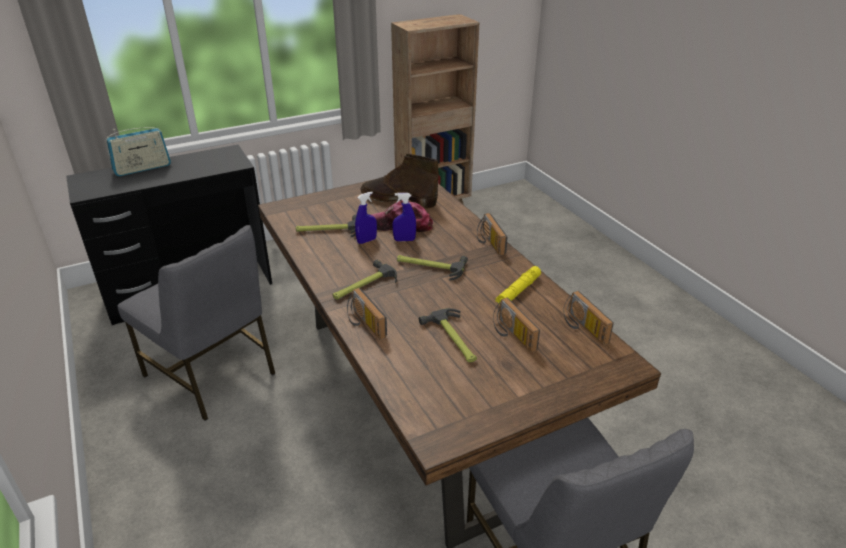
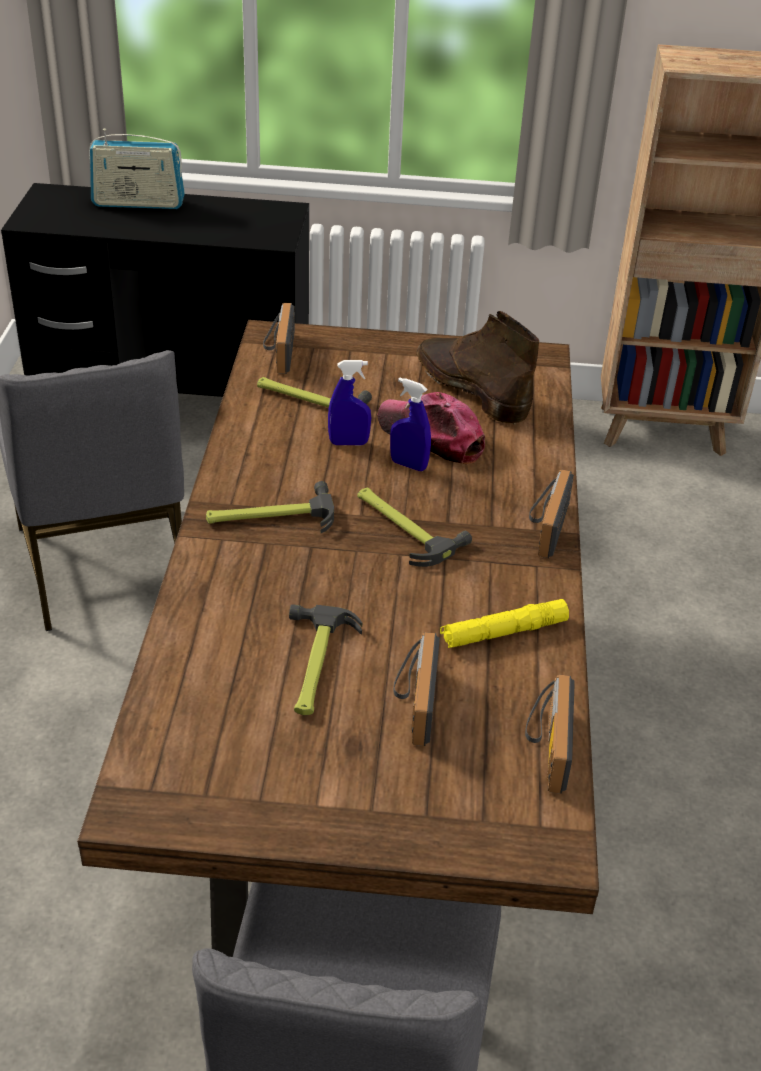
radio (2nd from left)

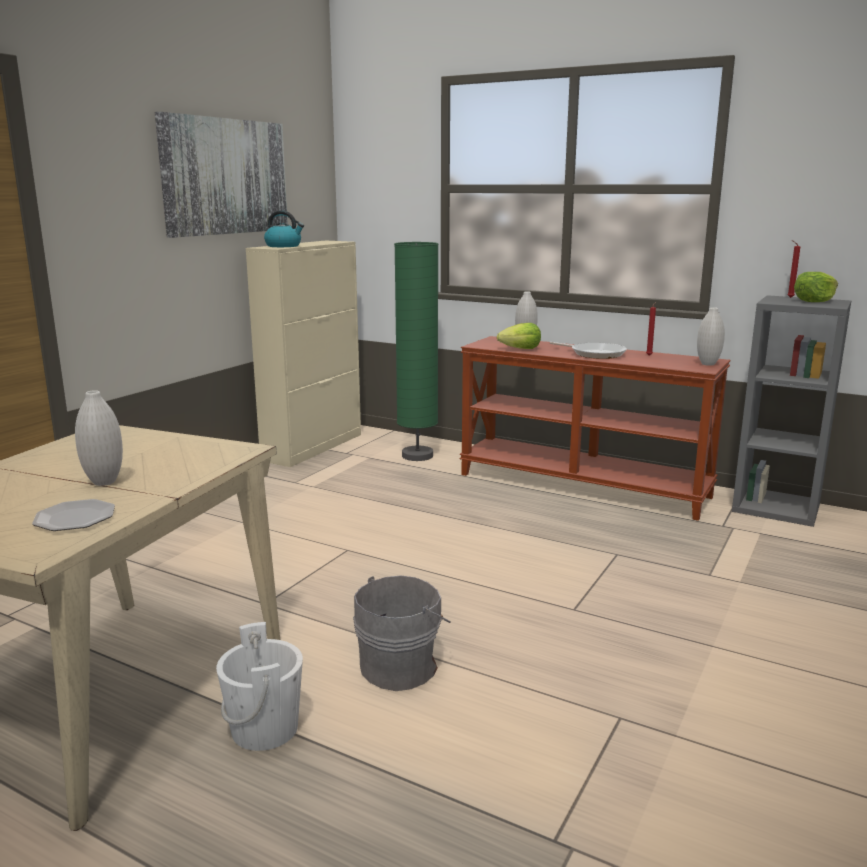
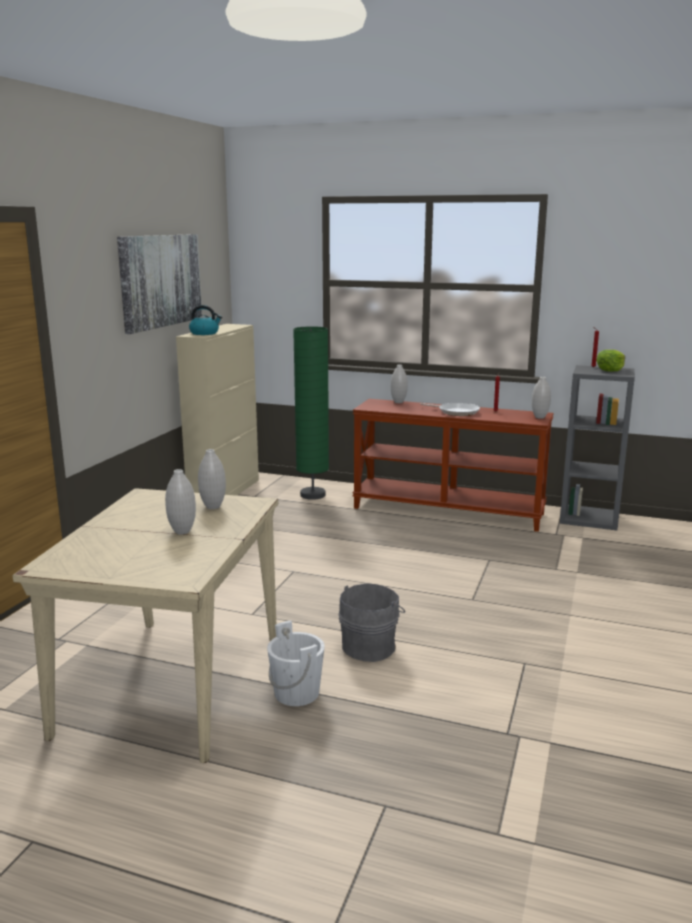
white_vase (2nd from left); plate; lettuce (1st from left in the first image)

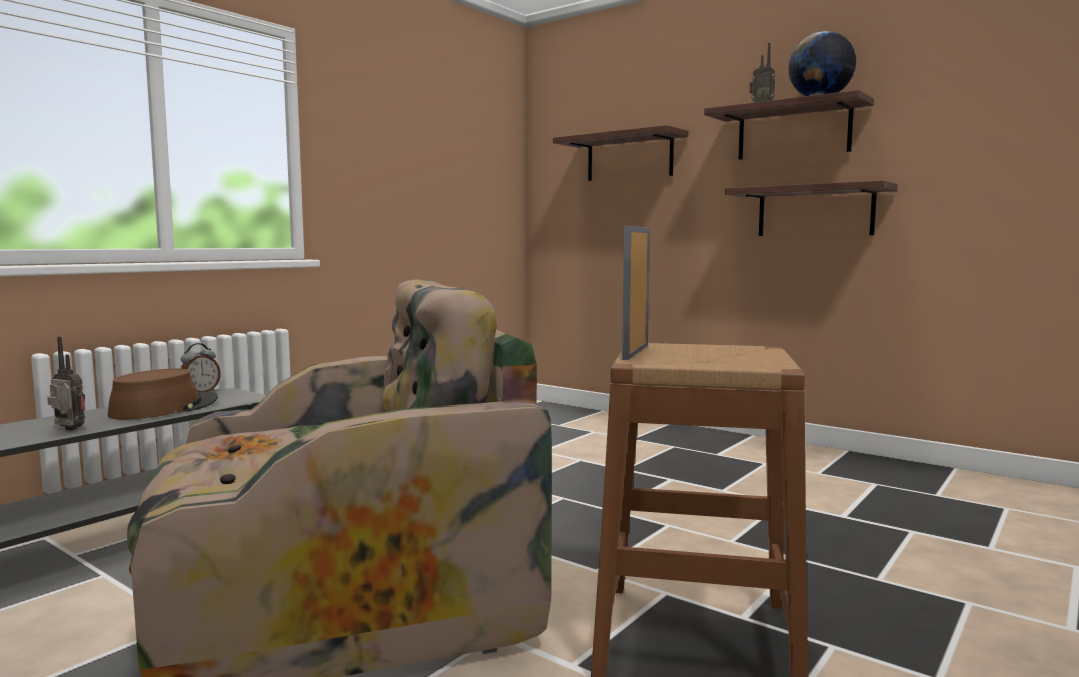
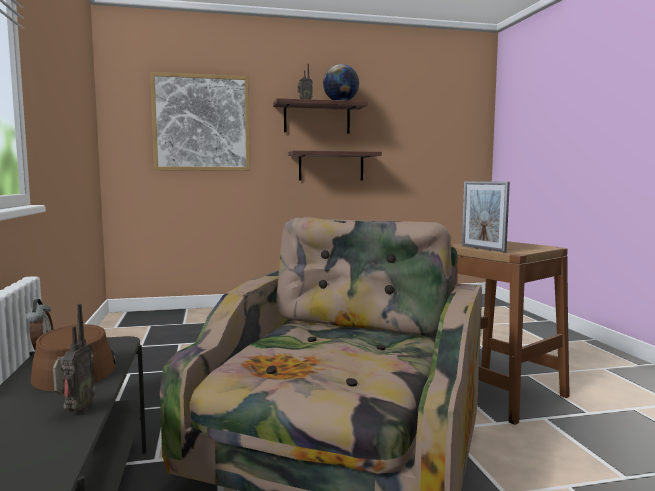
radio (1st from left); picture

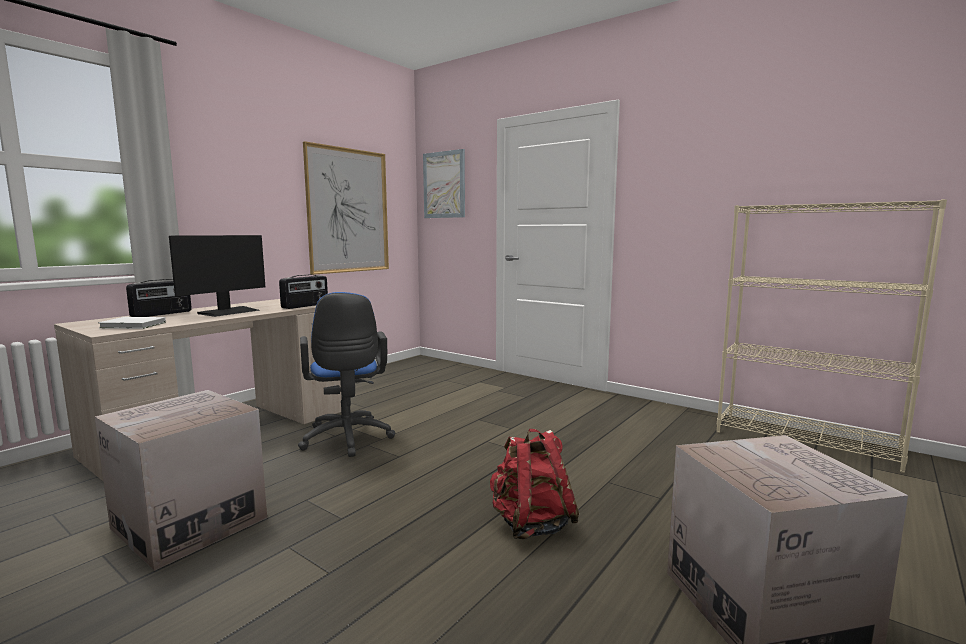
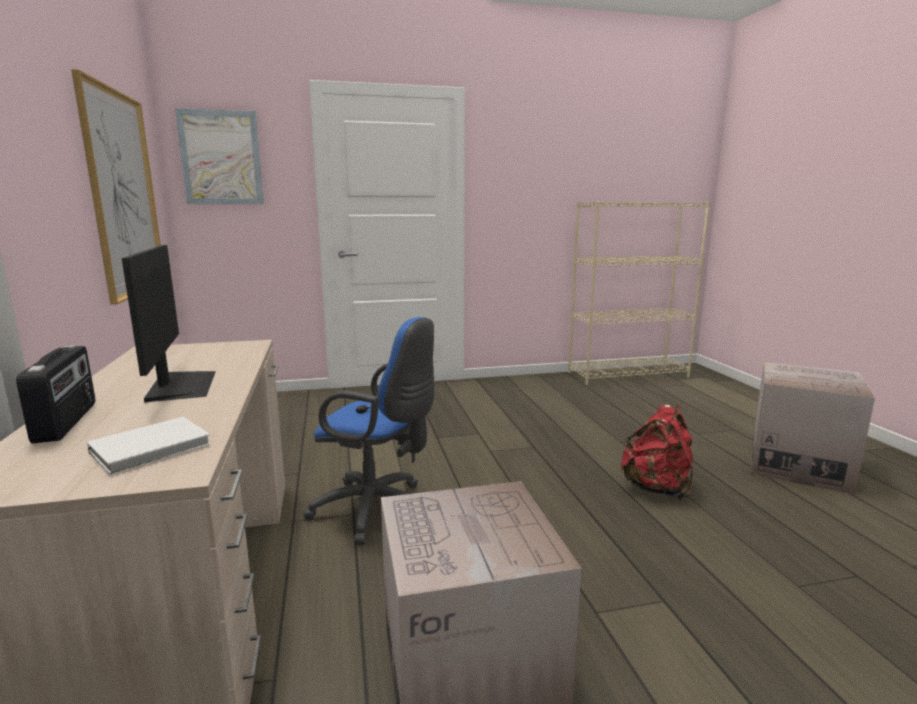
radio (2nd from left in the first image)

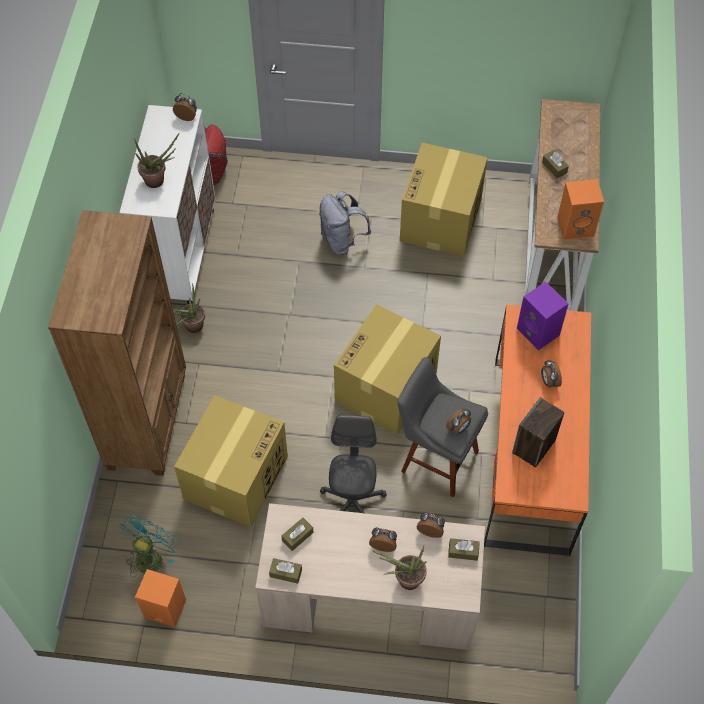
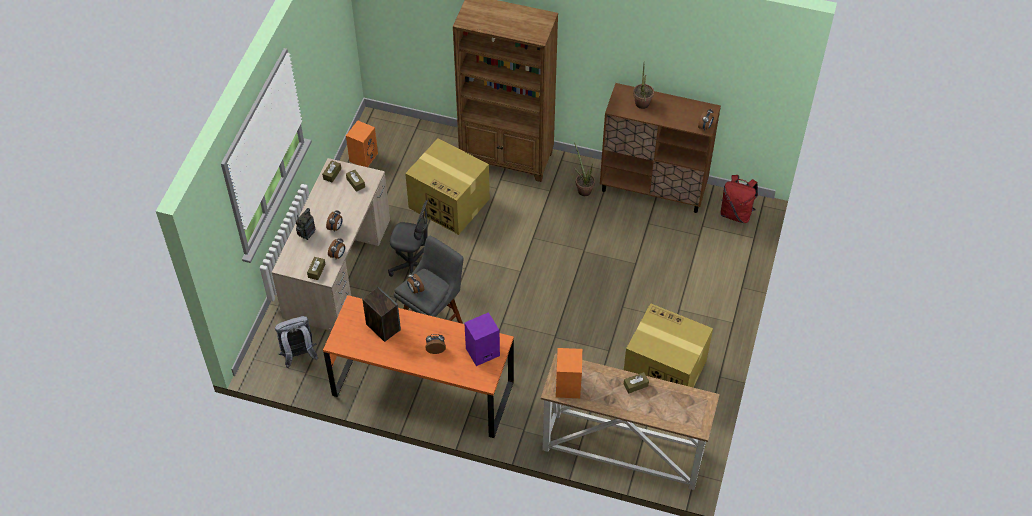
grey_backpack; radio; brown_cabinet; turquoise_fan; cardboard_box (2nd from left in the first image)

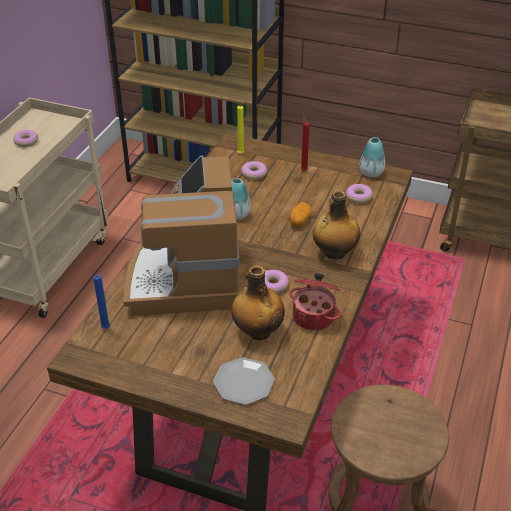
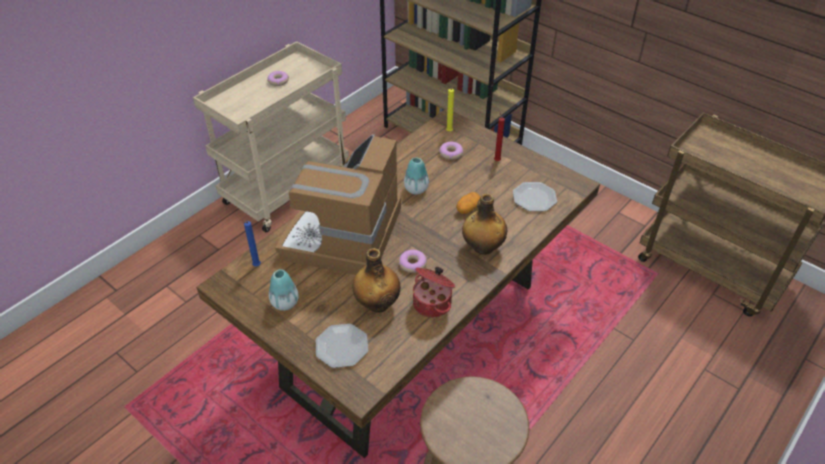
vase (1st from left); plate (2nd from left)

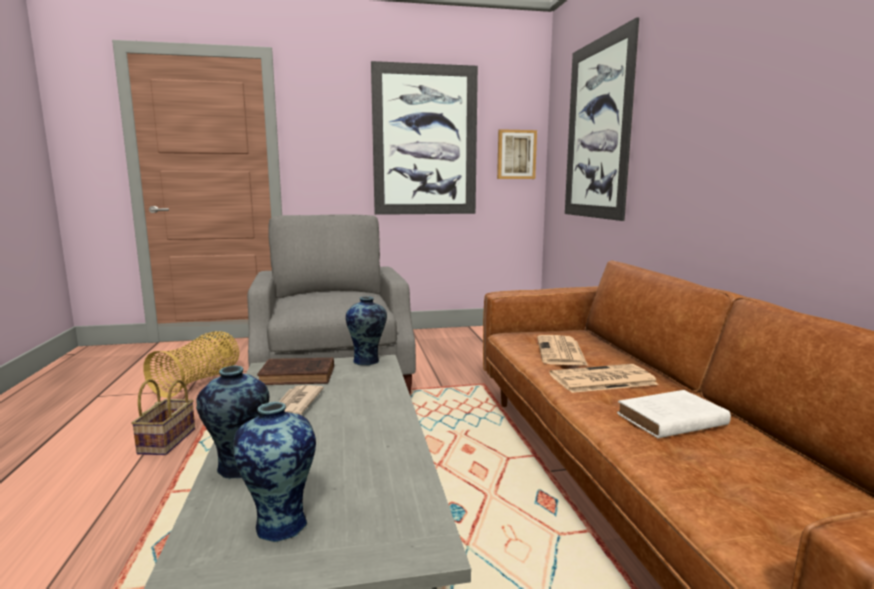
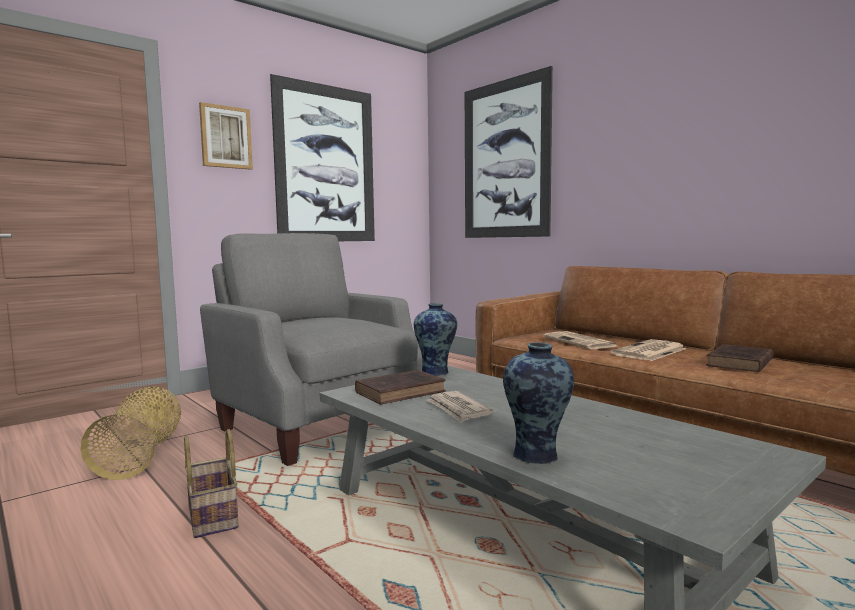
picture (1st from left); brown_book (2nd from left); vase (2nd from left in the first image)

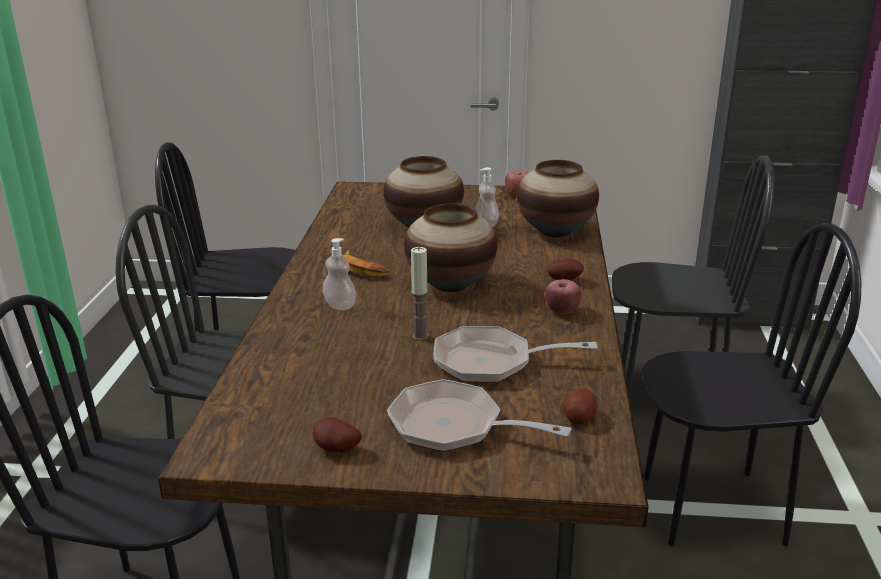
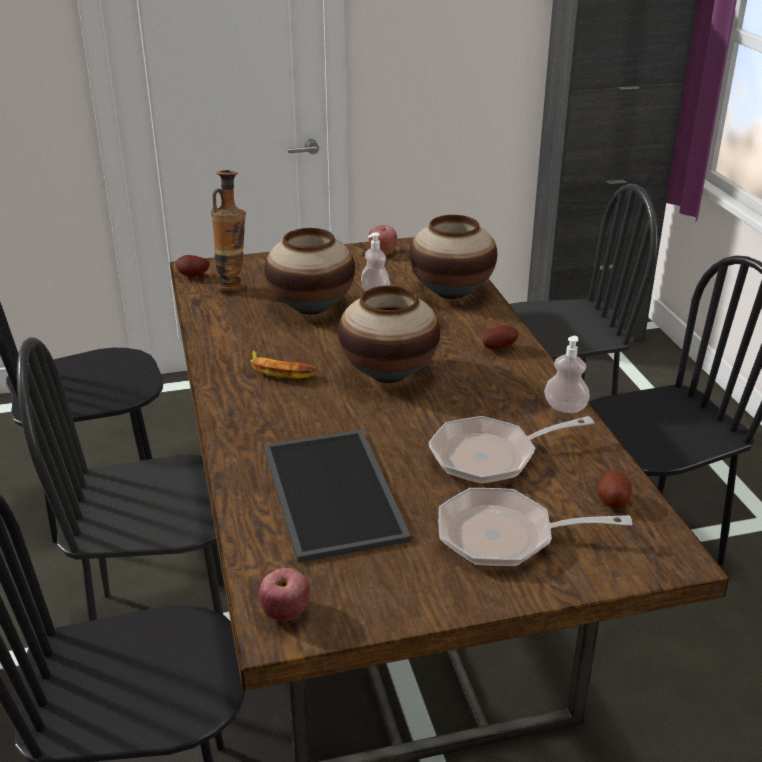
potato (1st from left); vase (1st from left); apple (1st from left); tray; soap_dispenser (2nd from left); candle

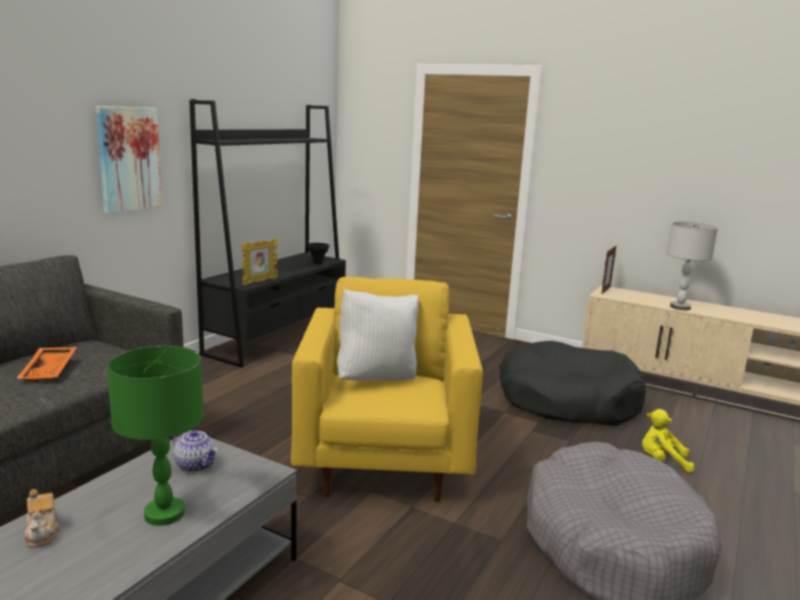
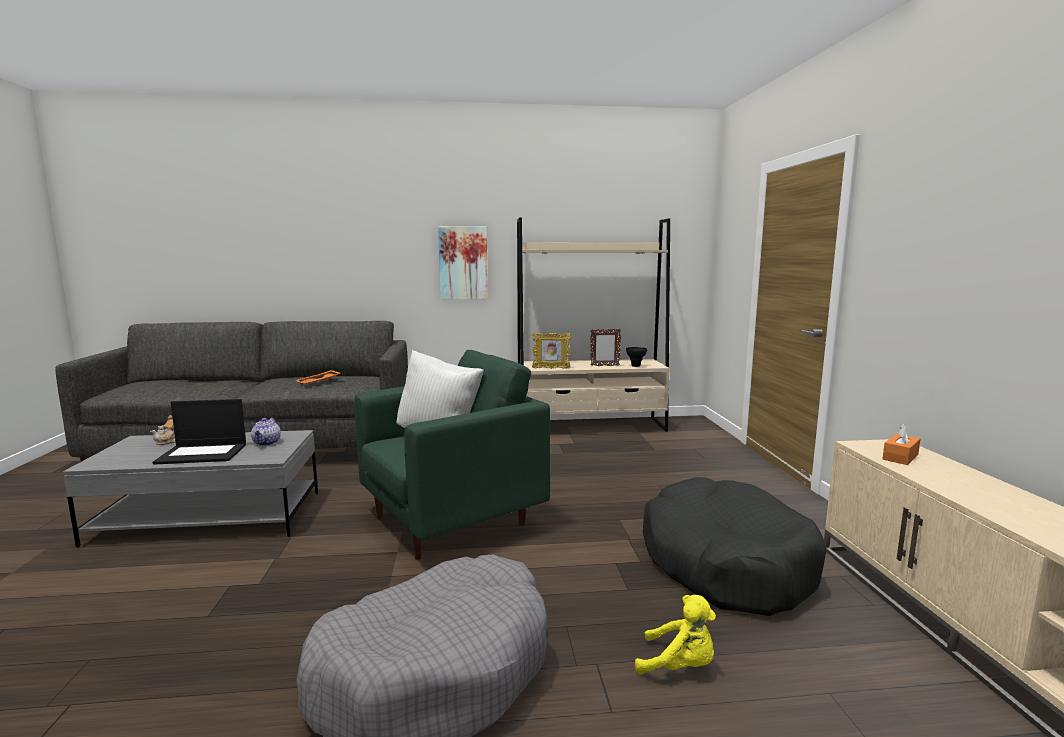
laptop; green_armchair; beige_bookcase; picture_frame (2nd from left); yellow_plush_toy; orange_tissue_box; grey_table_lamp

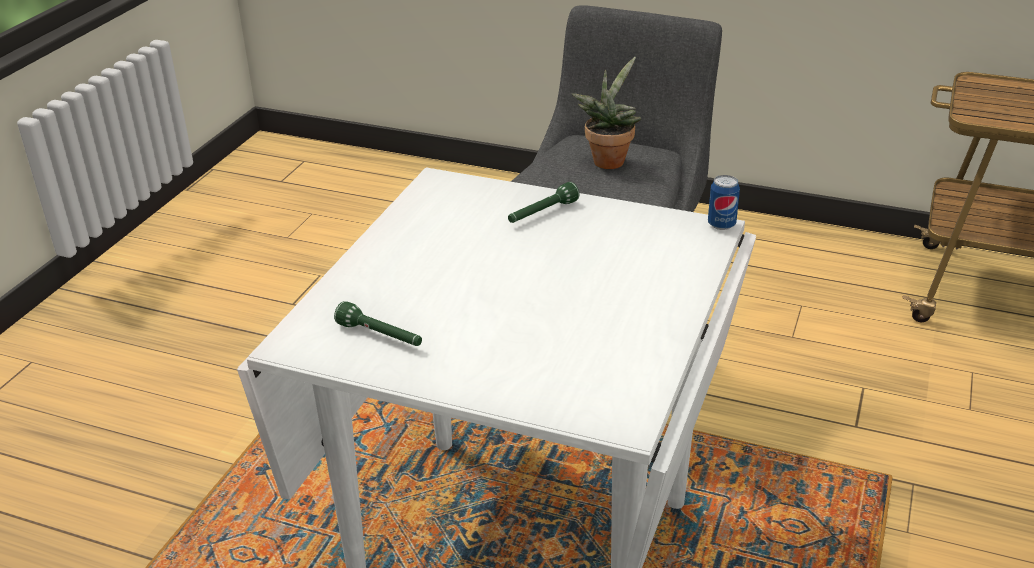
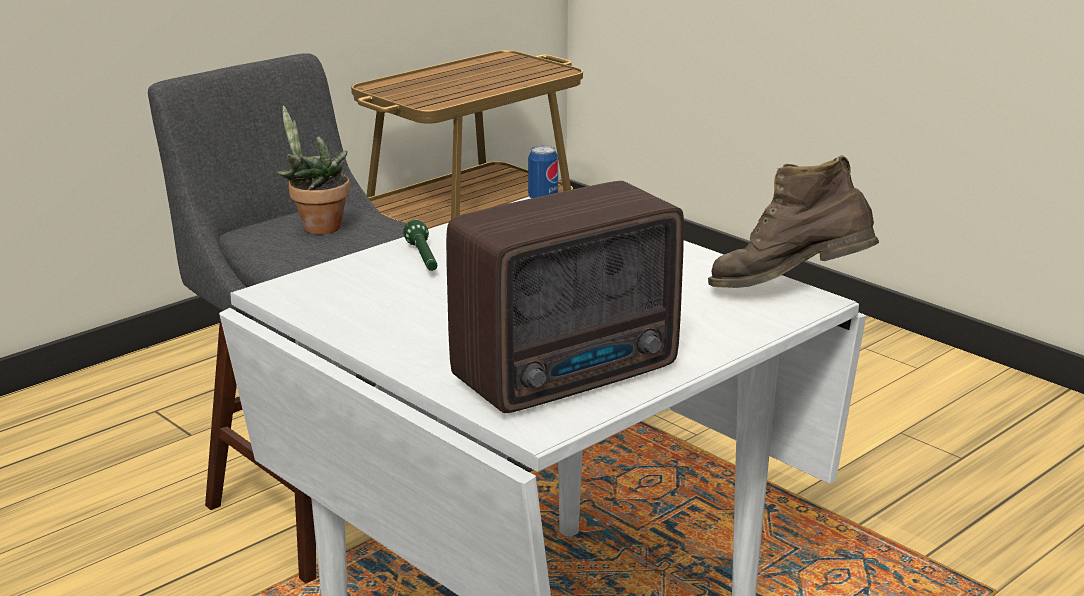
radio; brown_boot

